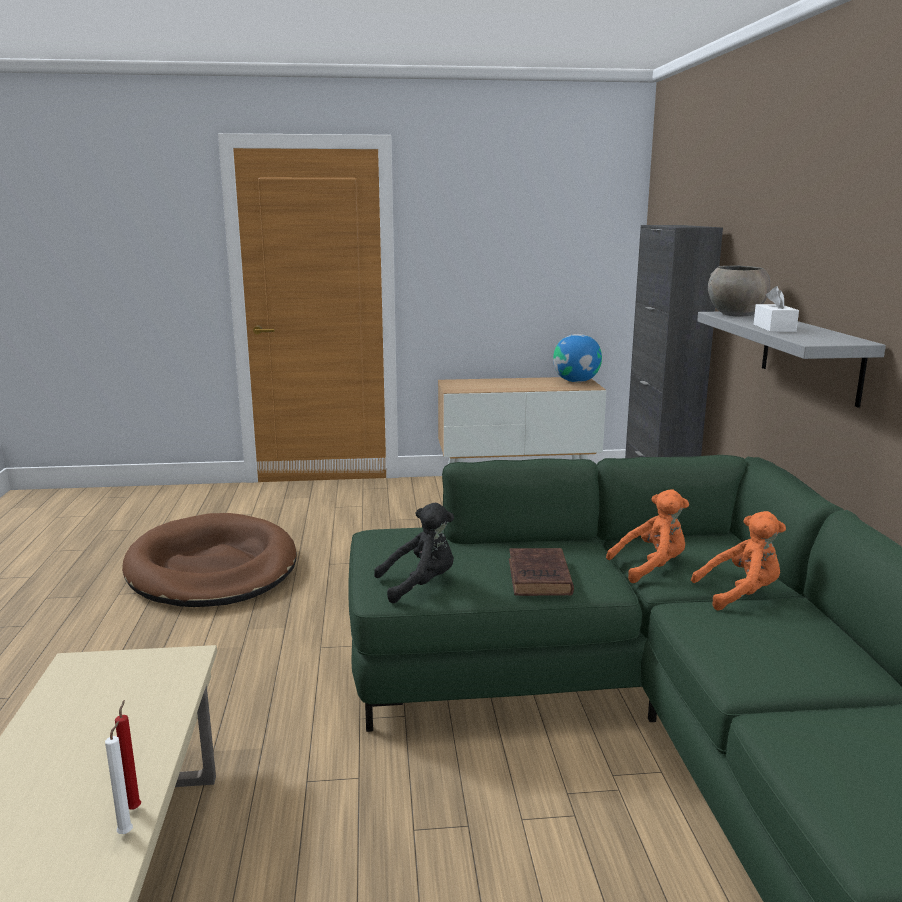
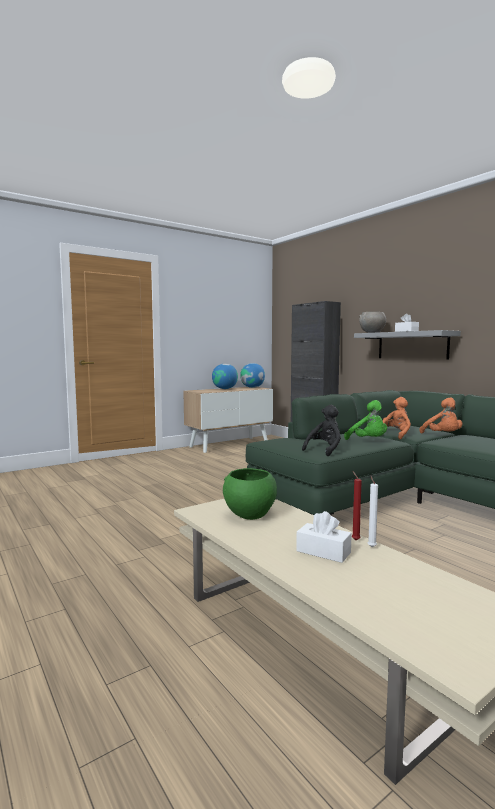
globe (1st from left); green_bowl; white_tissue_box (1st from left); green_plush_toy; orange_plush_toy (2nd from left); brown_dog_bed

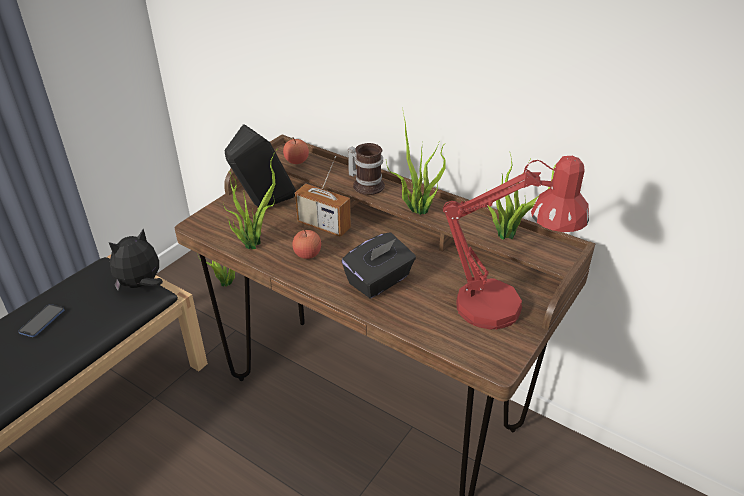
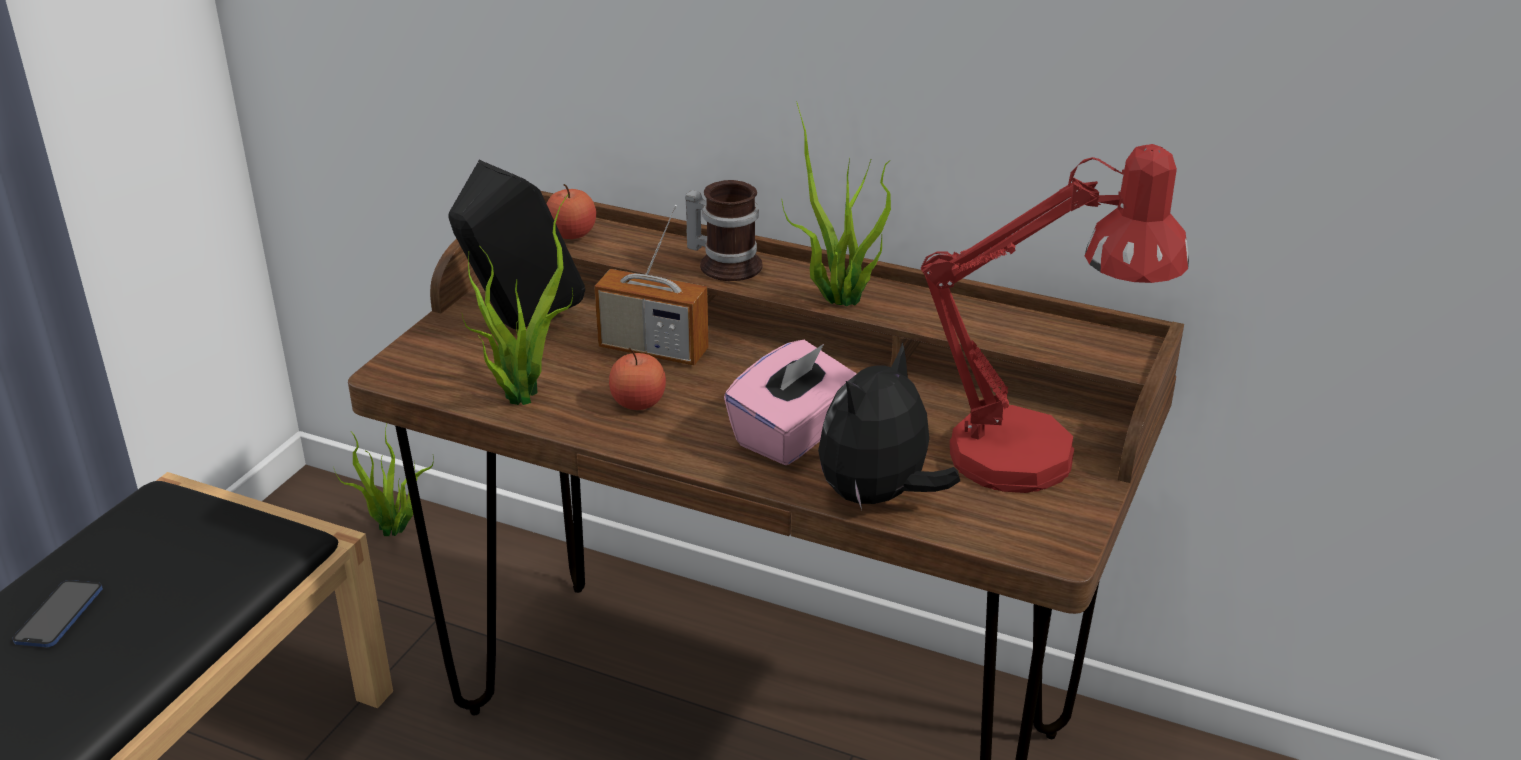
pink_tissue_box; plush_toy; potted_plant (4th from left in the first image)

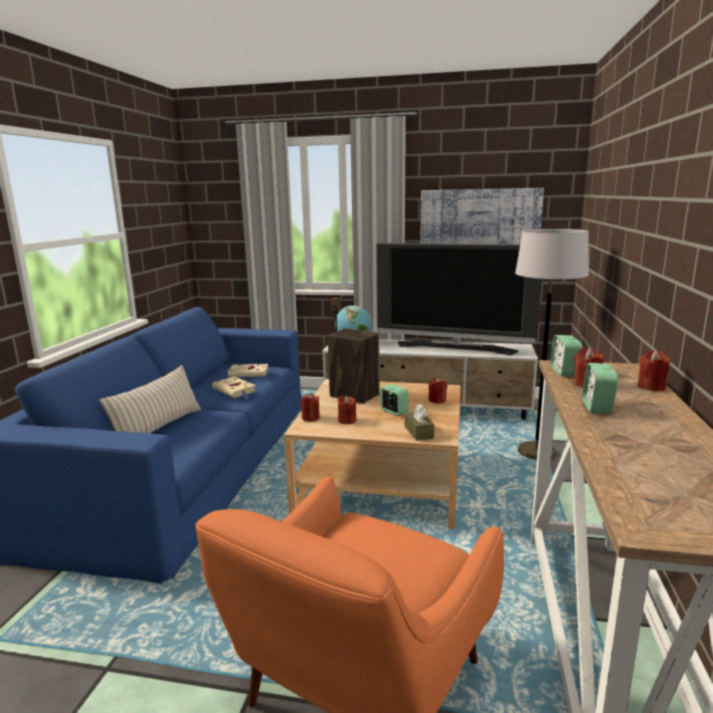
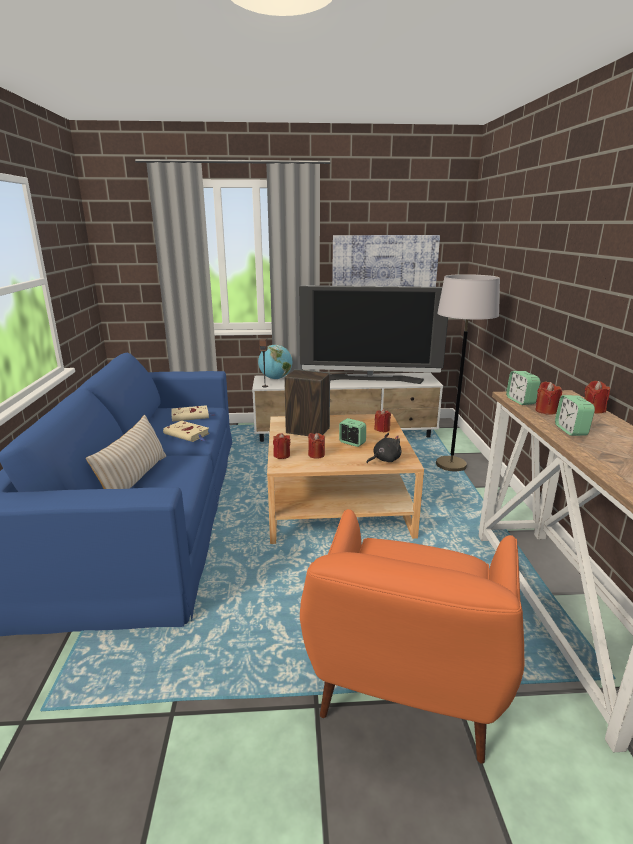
black_plush_toy

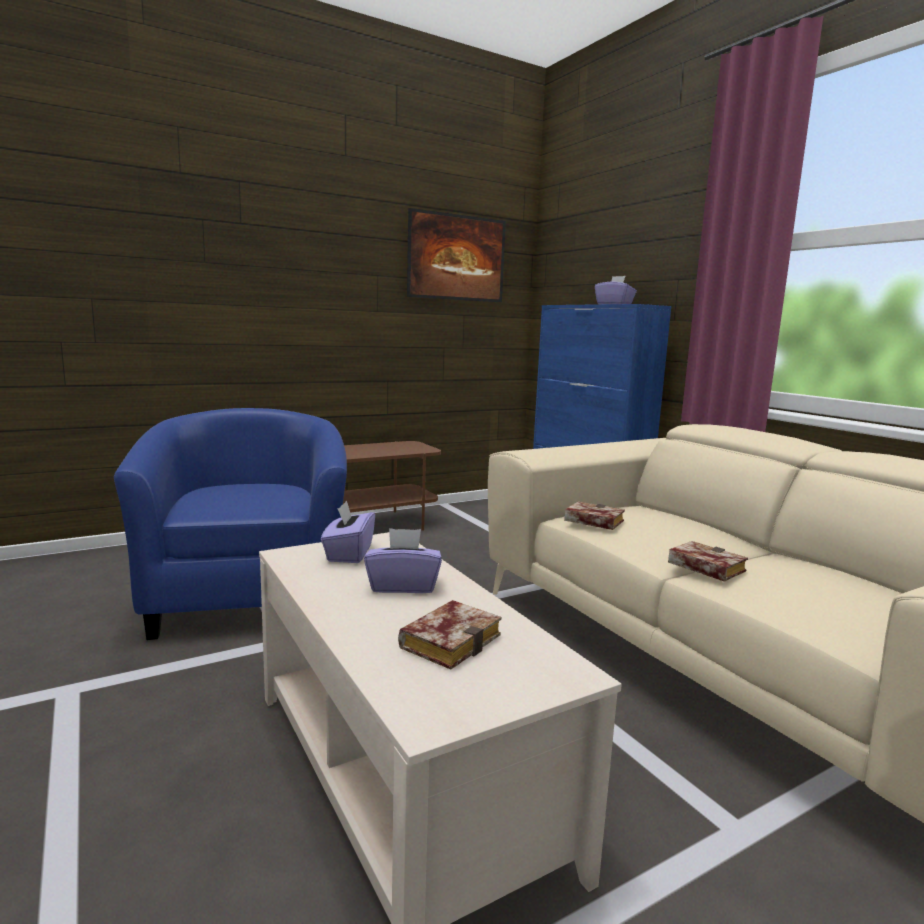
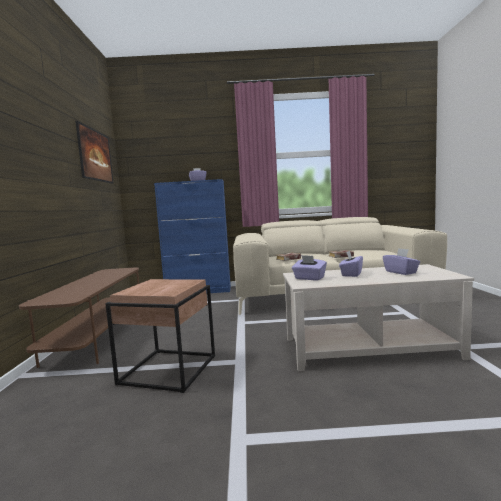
brown_side_table; purple_tissue_box (4th from left)

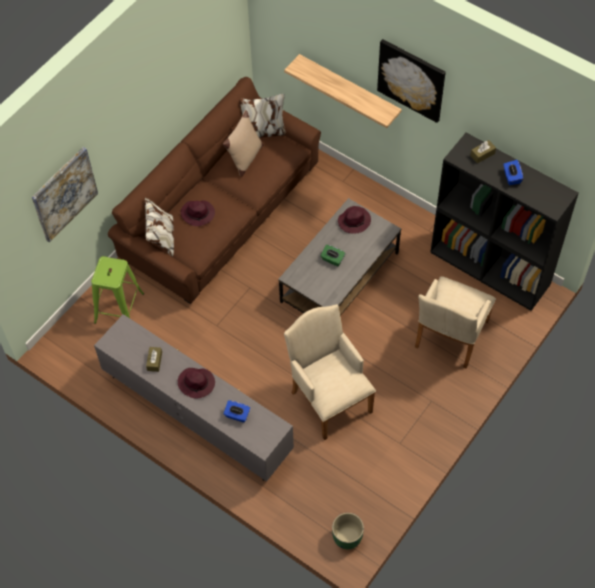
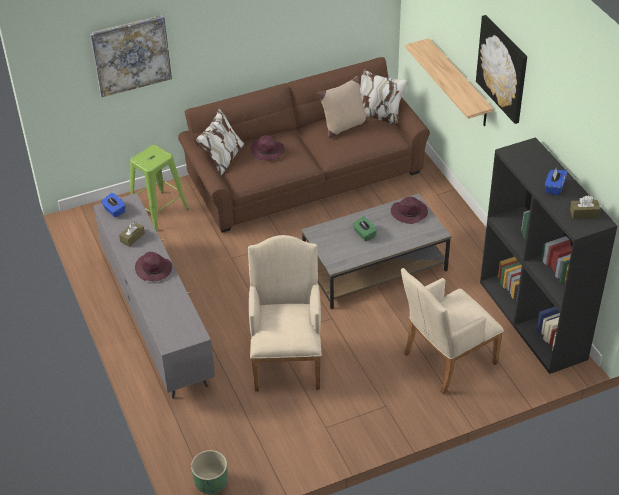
blue_tissue_box (1st from left); brown_tissue_box (2nd from left)

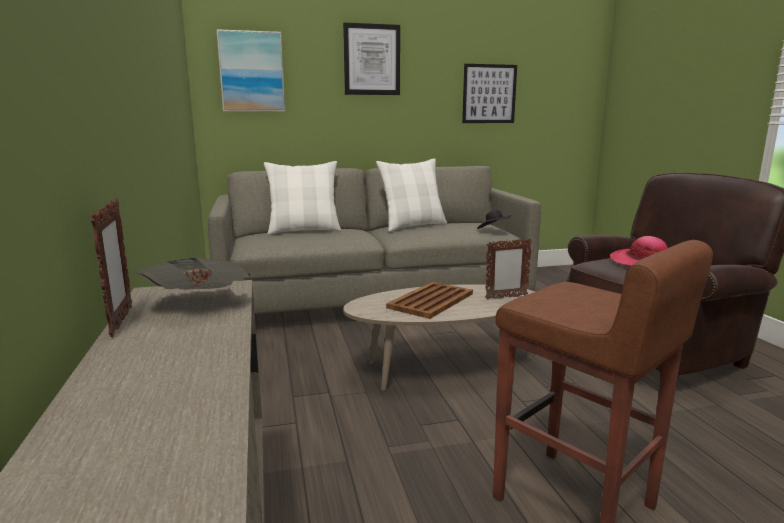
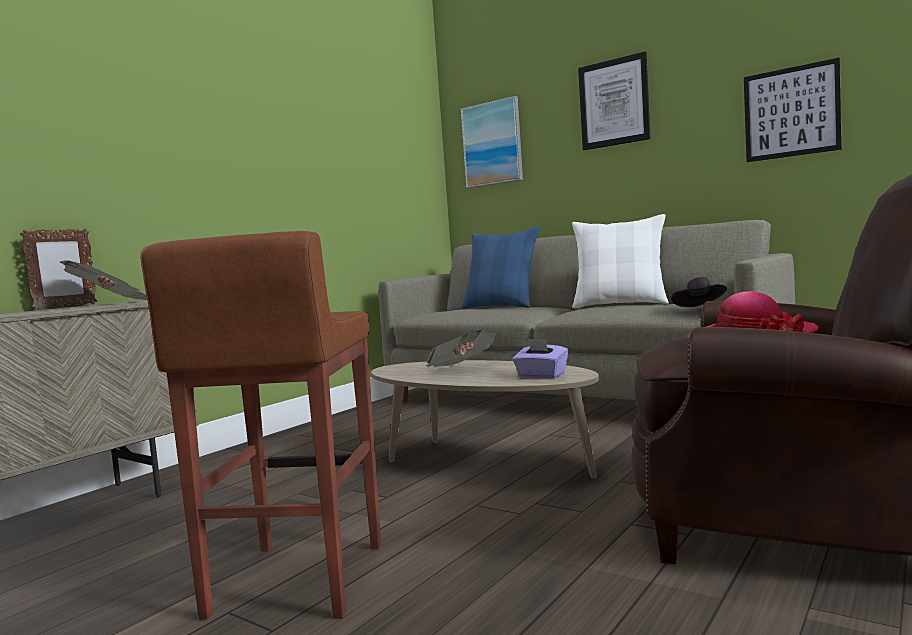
newspaper (2nd from left); blue_pillow; purple_tissue_box

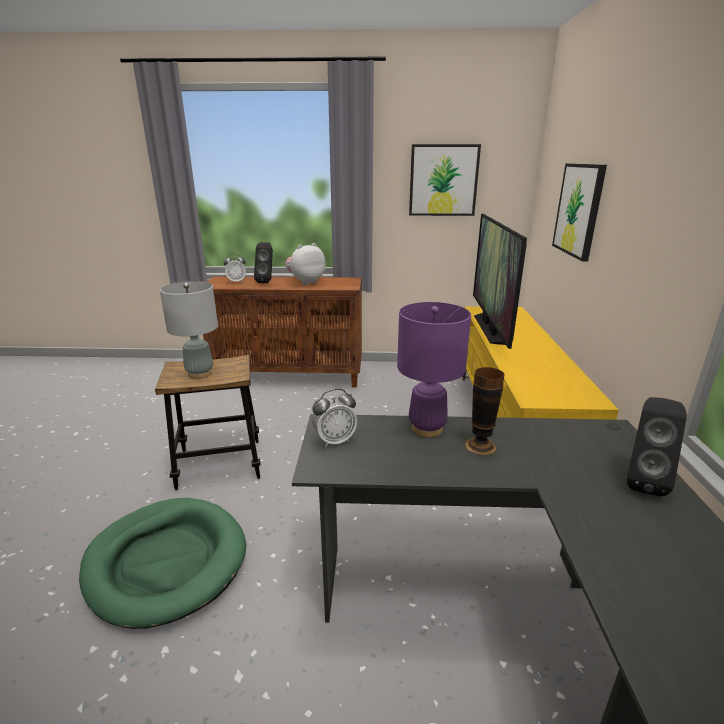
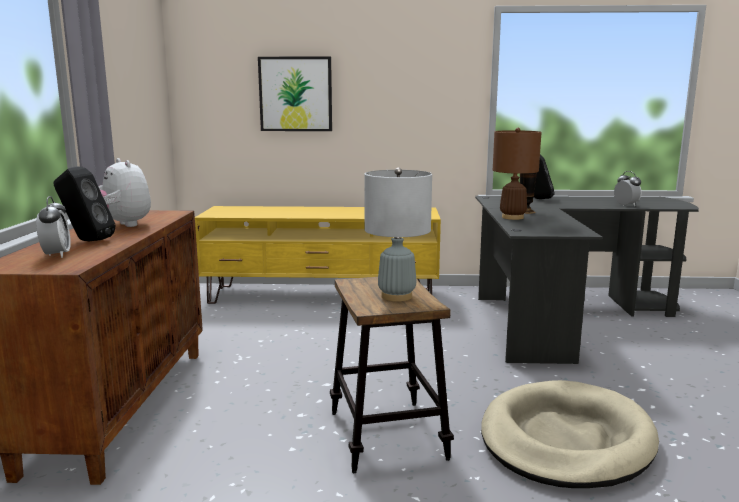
beige_dog_bed; brown_table_lamp; alarm_clock (2nd from left); picture (1st from left in the first image); television

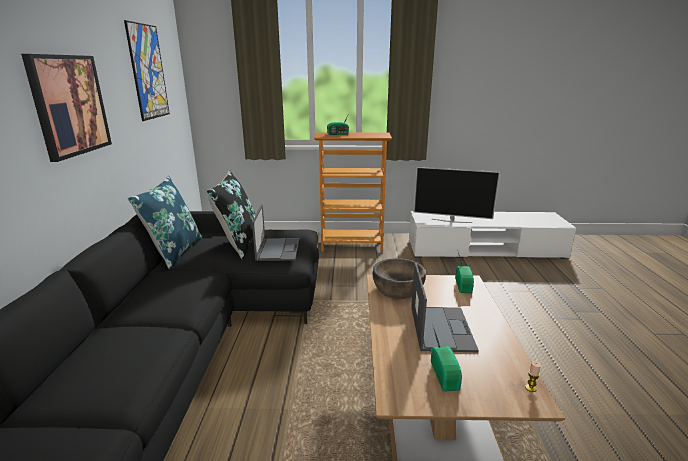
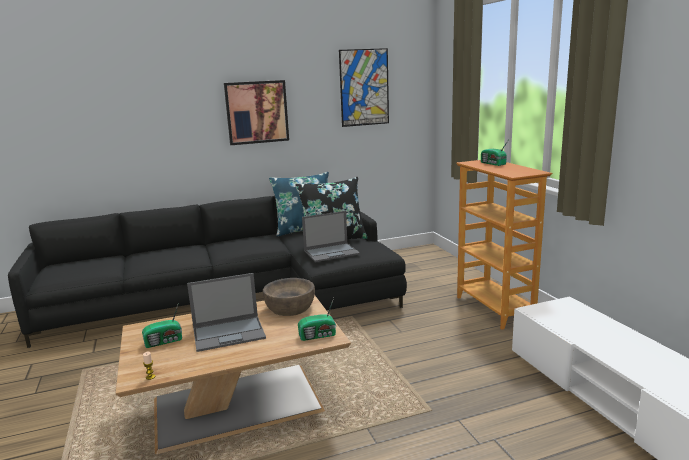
television

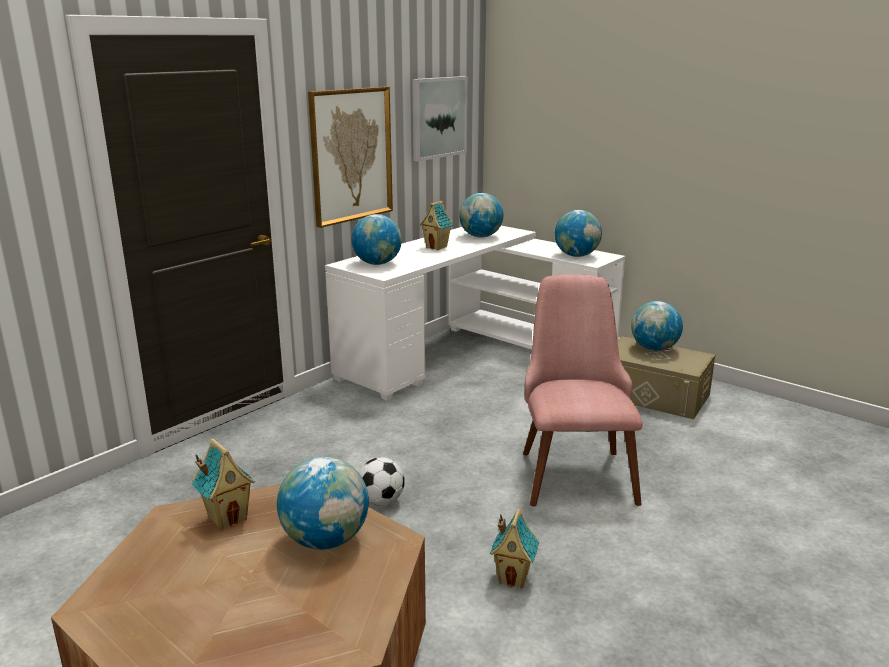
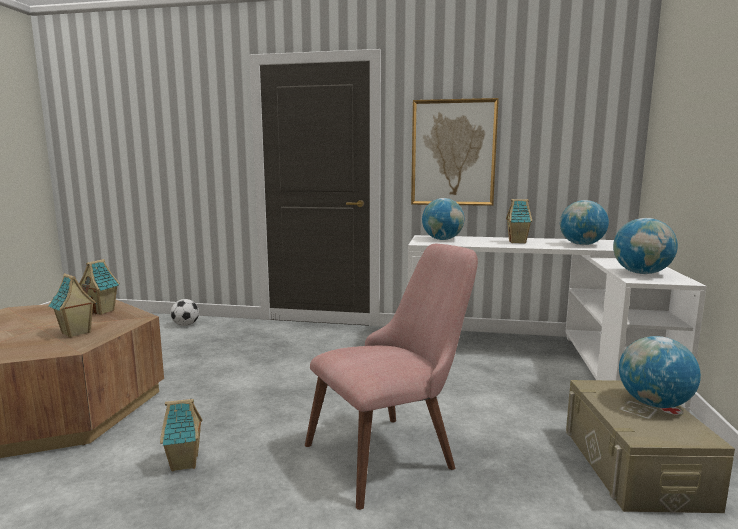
toy_house (1st from left); football; picture (2nd from left in the first image)

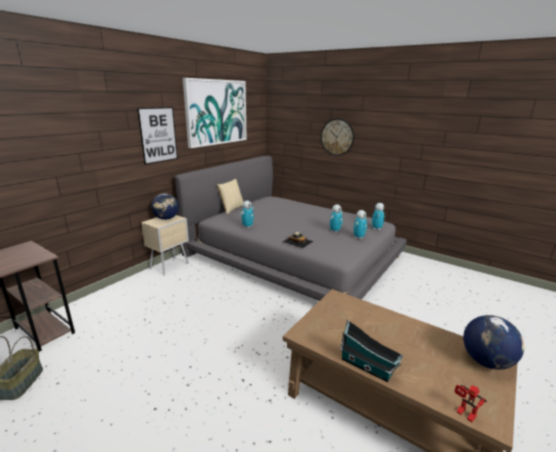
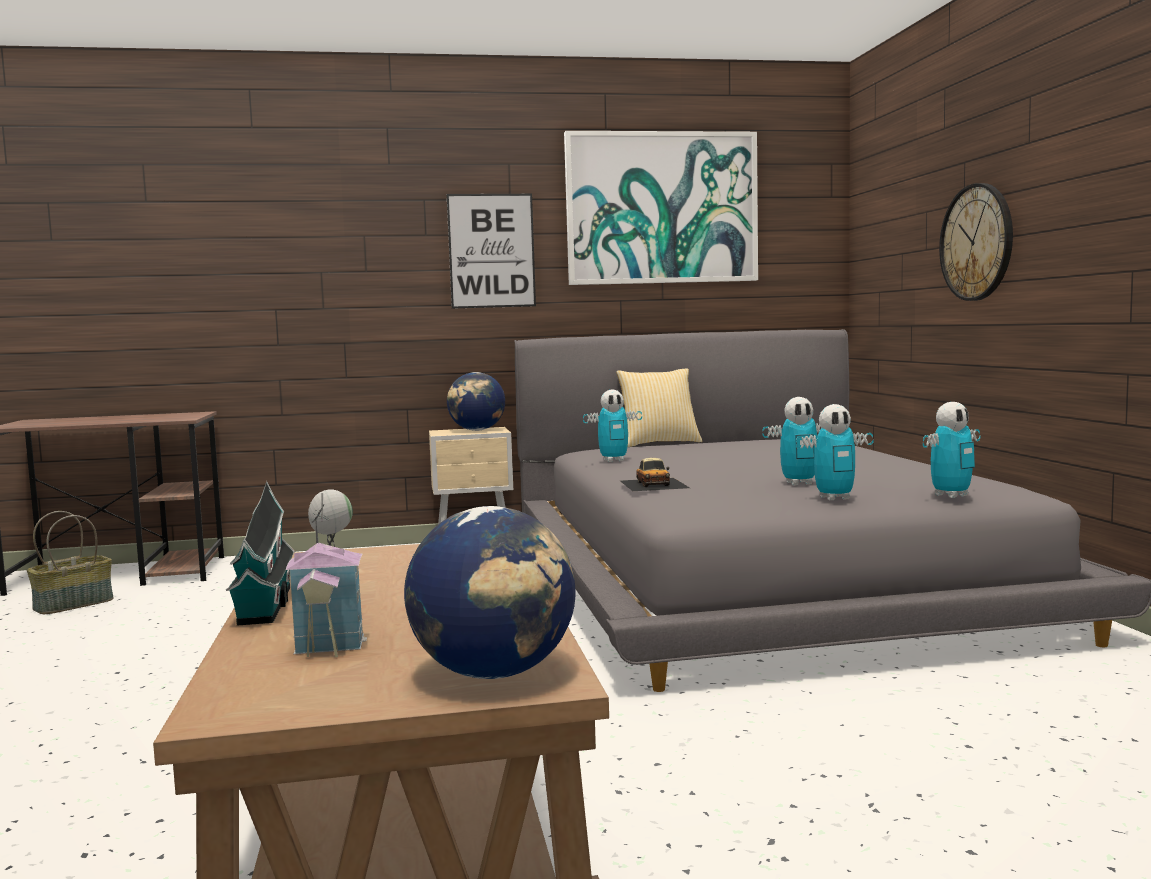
toy_house (2nd from left); toy_robot (5th from left in the first image)

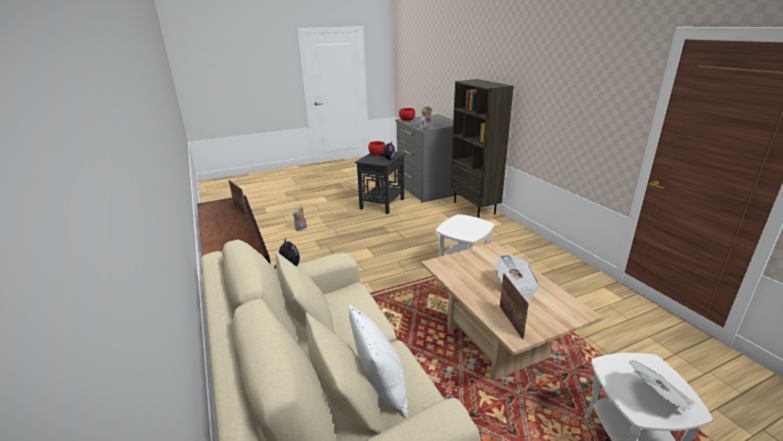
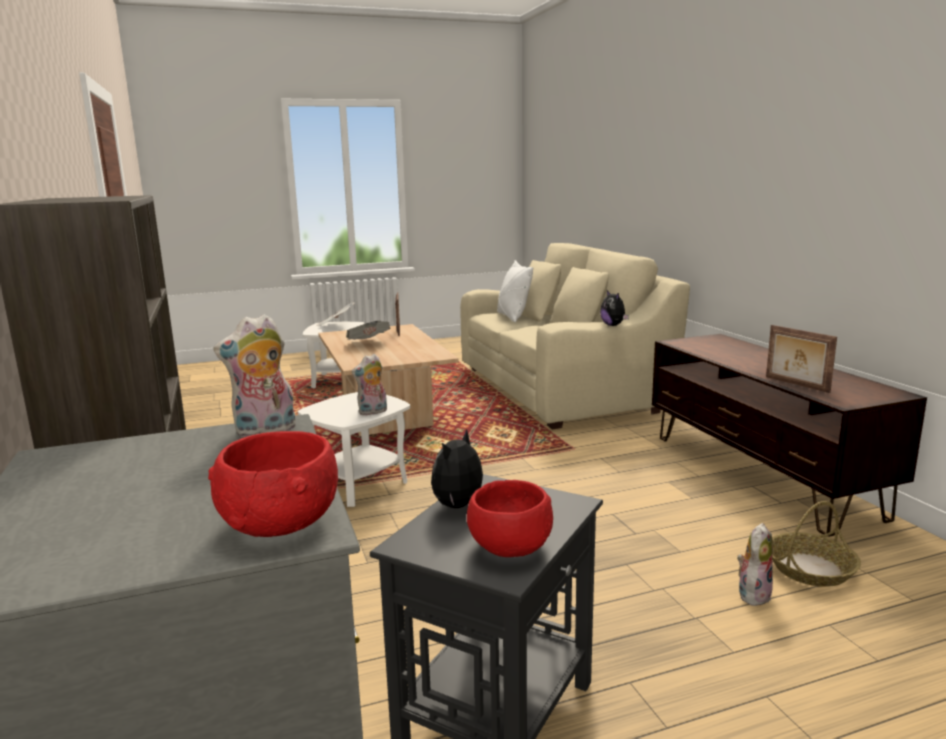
plush_toy (2nd from left); basket

